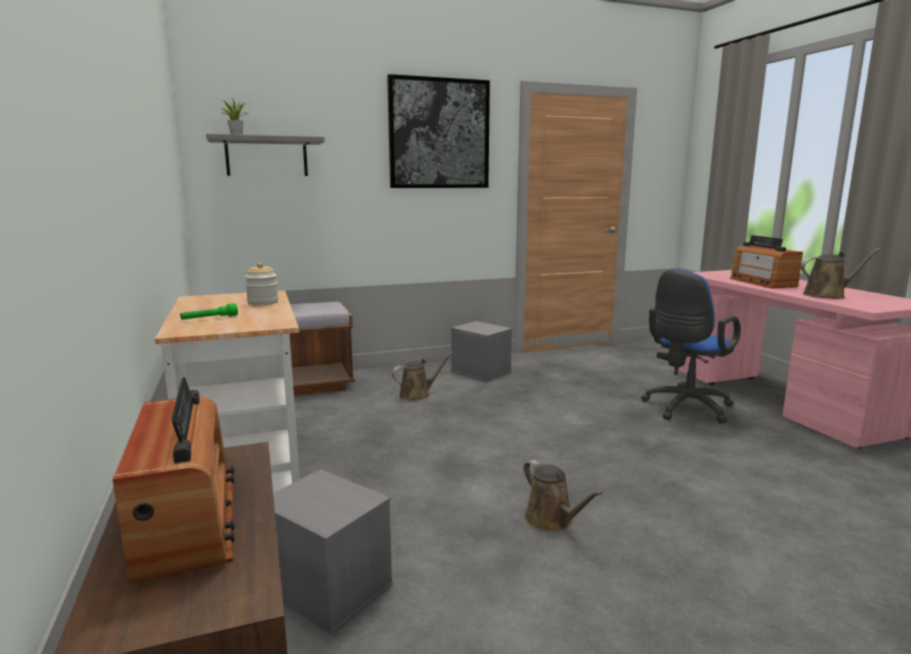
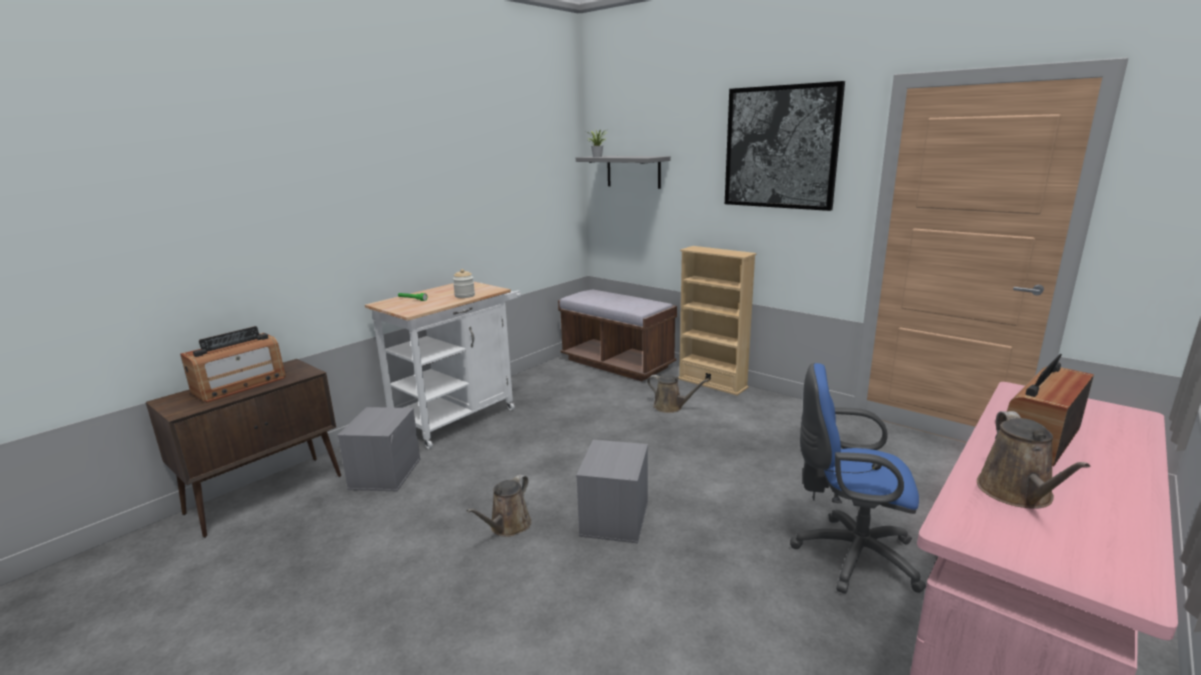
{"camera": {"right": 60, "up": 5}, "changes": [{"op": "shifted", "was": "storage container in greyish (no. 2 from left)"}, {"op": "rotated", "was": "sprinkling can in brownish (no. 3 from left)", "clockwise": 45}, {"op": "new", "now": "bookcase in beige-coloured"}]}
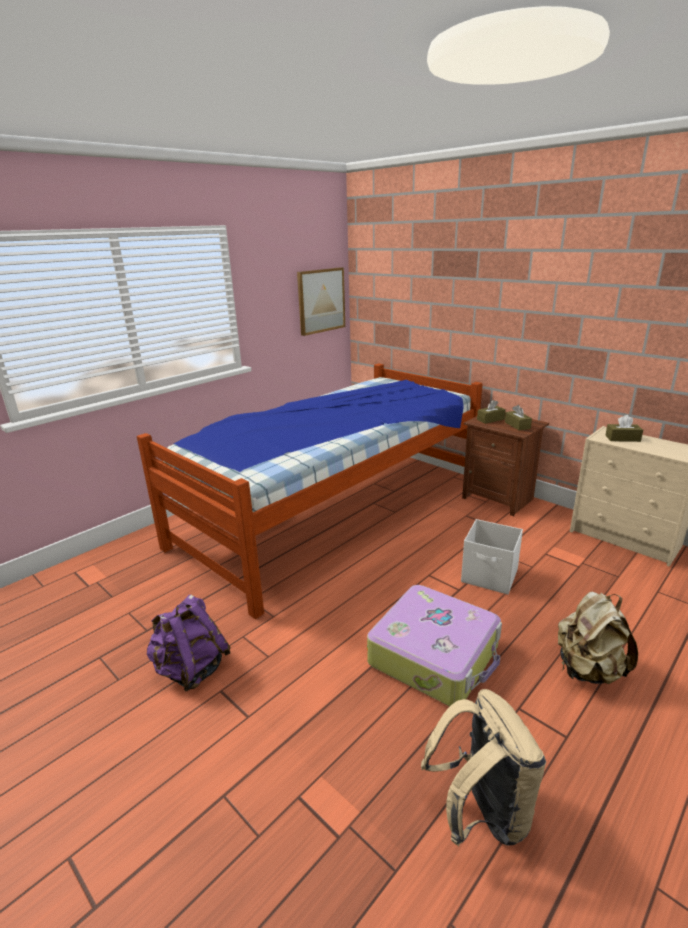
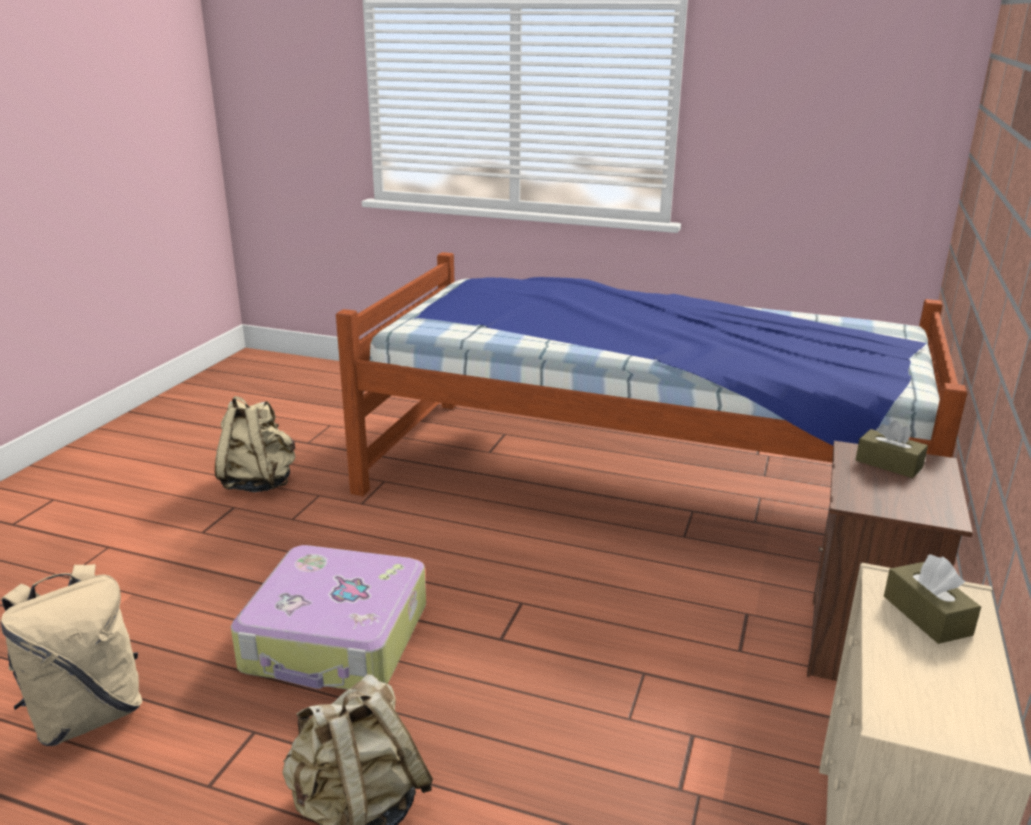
{"camera": {"right": 65, "up": 0}, "changes": [{"op": "repainted", "was": "rucksack in purple-coloured", "now": "rucksack in beige-coloured (no. 2 from left)"}, {"op": "gone", "was": "picture"}, {"op": "gone", "was": "storage container in whitish"}, {"op": "gone", "was": "box of tissues in brownish (no. 2 from left)"}]}
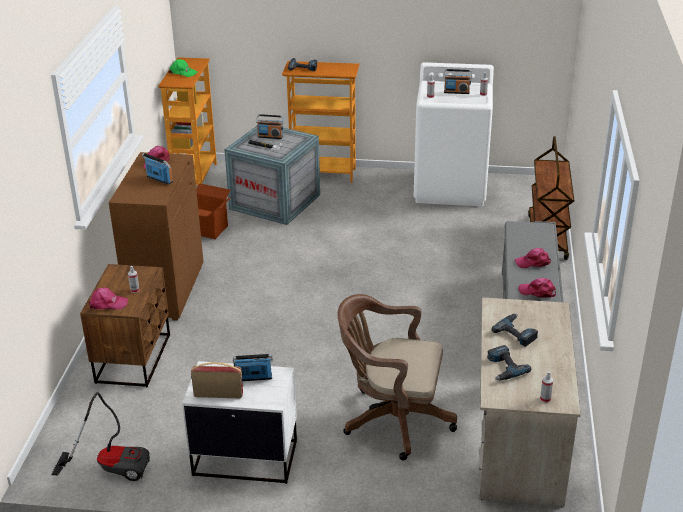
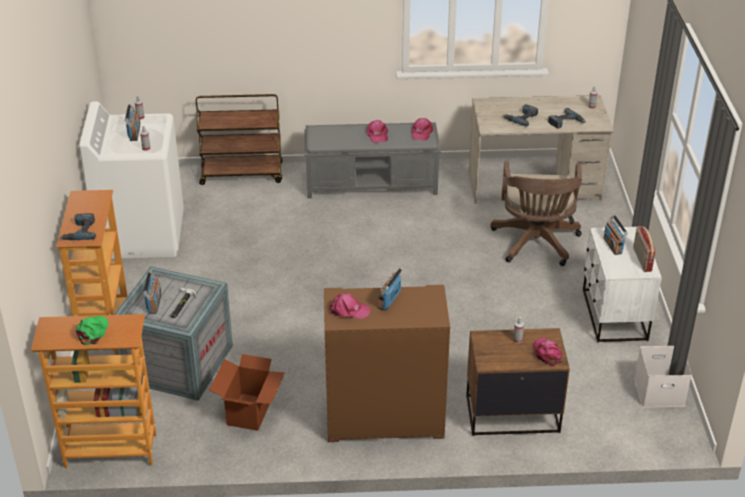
{"camera": {"right": -100, "up": 5}, "changes": [{"op": "swapped", "was": "vacuum", "now": "storage container in whitish"}]}
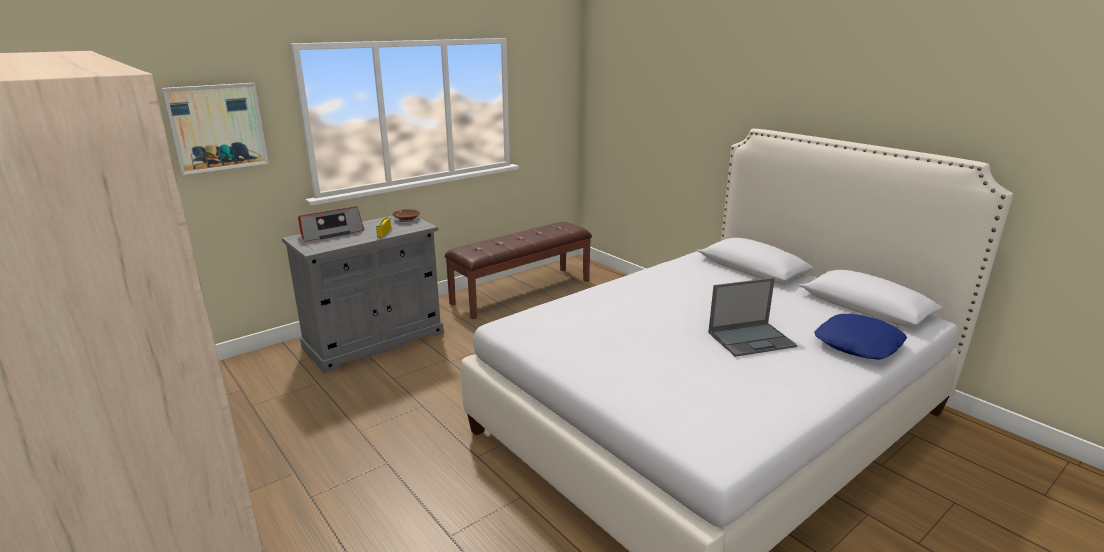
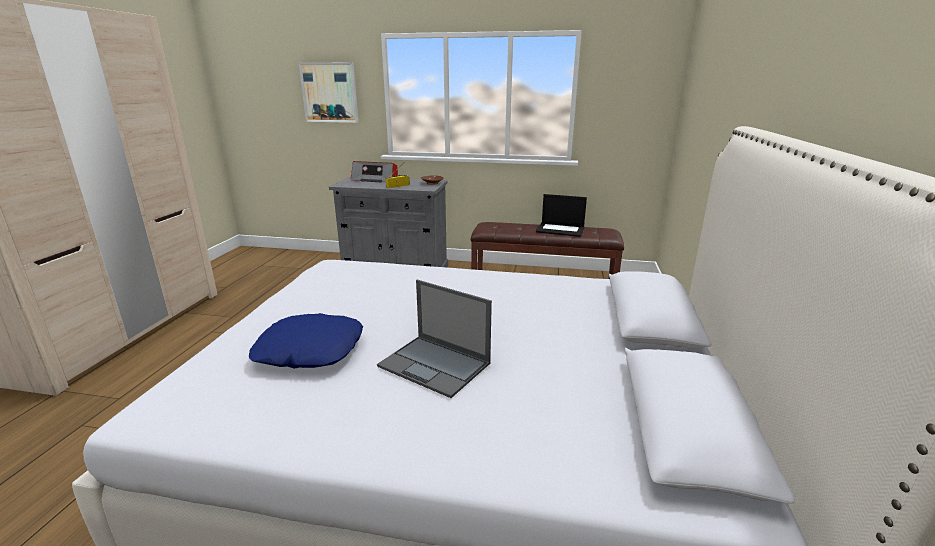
{"camera": {"right": 50, "up": 0}, "changes": [{"op": "shifted", "was": "throw pillow in blue"}, {"op": "new", "now": "laptop (no. 2 from left)"}]}
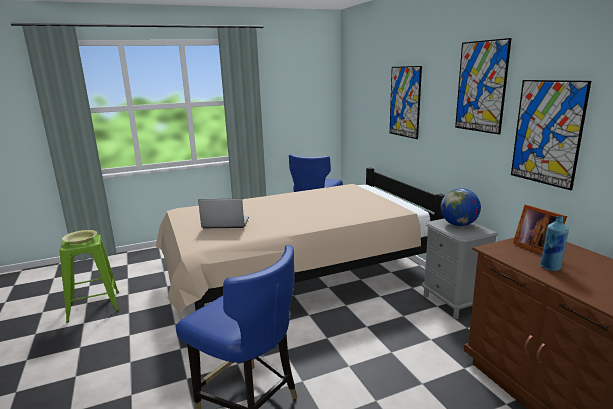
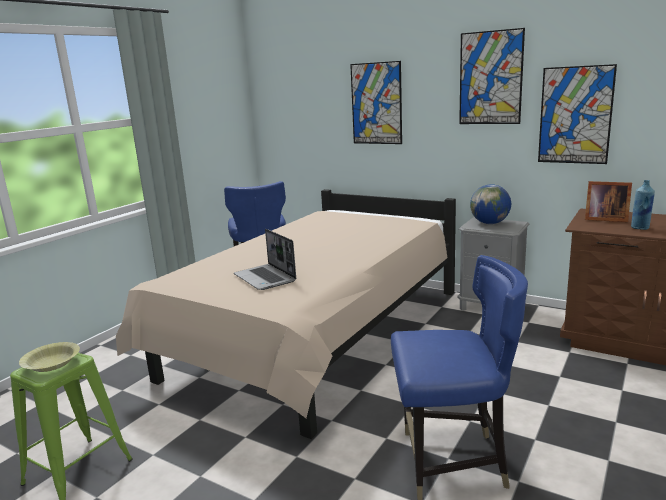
{"camera": {"right": -35, "up": 0}, "changes": [{"op": "rotated", "was": "laptop", "clockwise": -90}]}
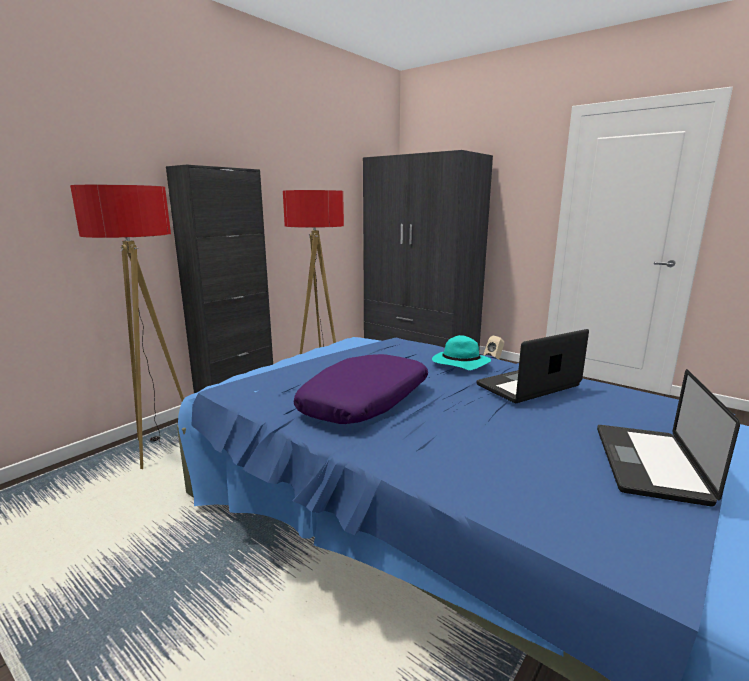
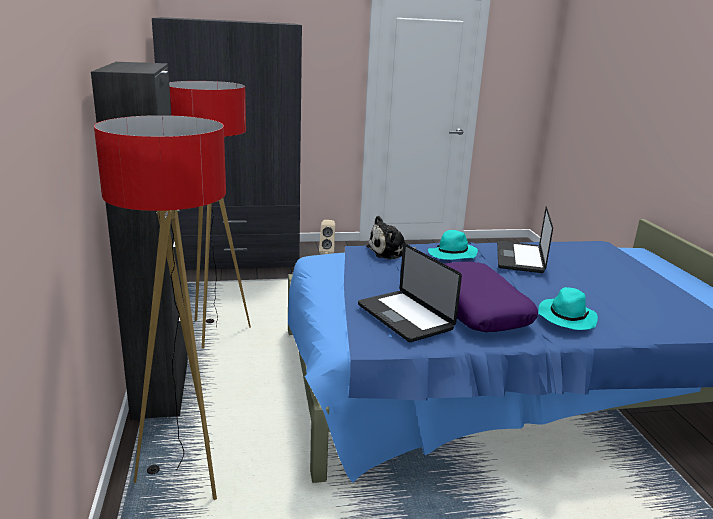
{"camera": {"right": -50, "up": 5}, "changes": [{"op": "shifted", "was": "laptop (no. 2 from left in the first image)", "now": "laptop (no. 1 from left)"}, {"op": "new", "now": "plush toy"}, {"op": "new", "now": "wearable hat in turquoise-coloured (no. 2 from left)"}]}
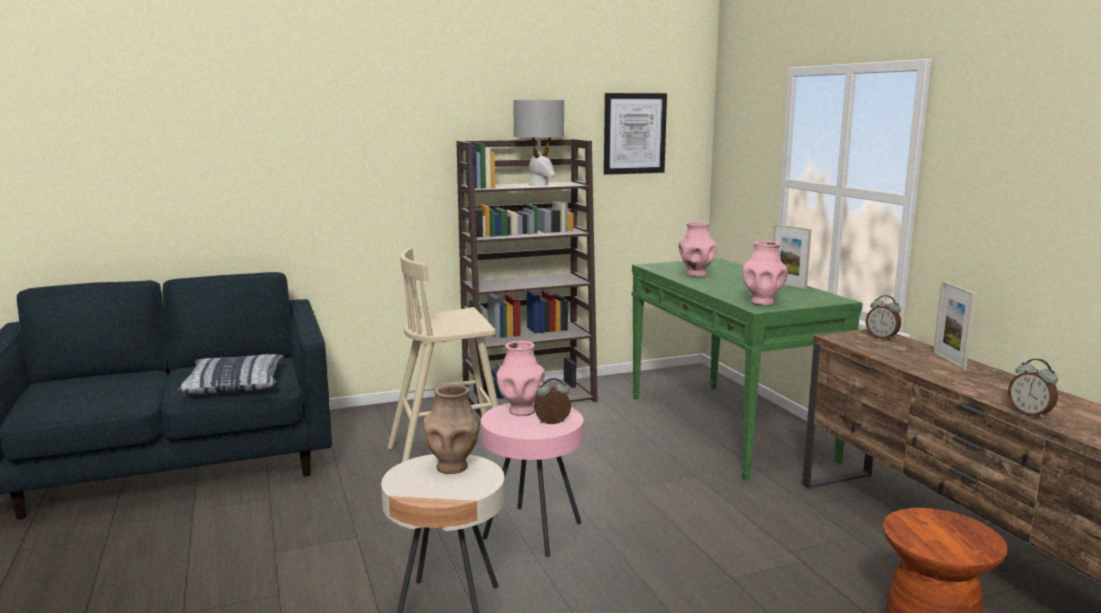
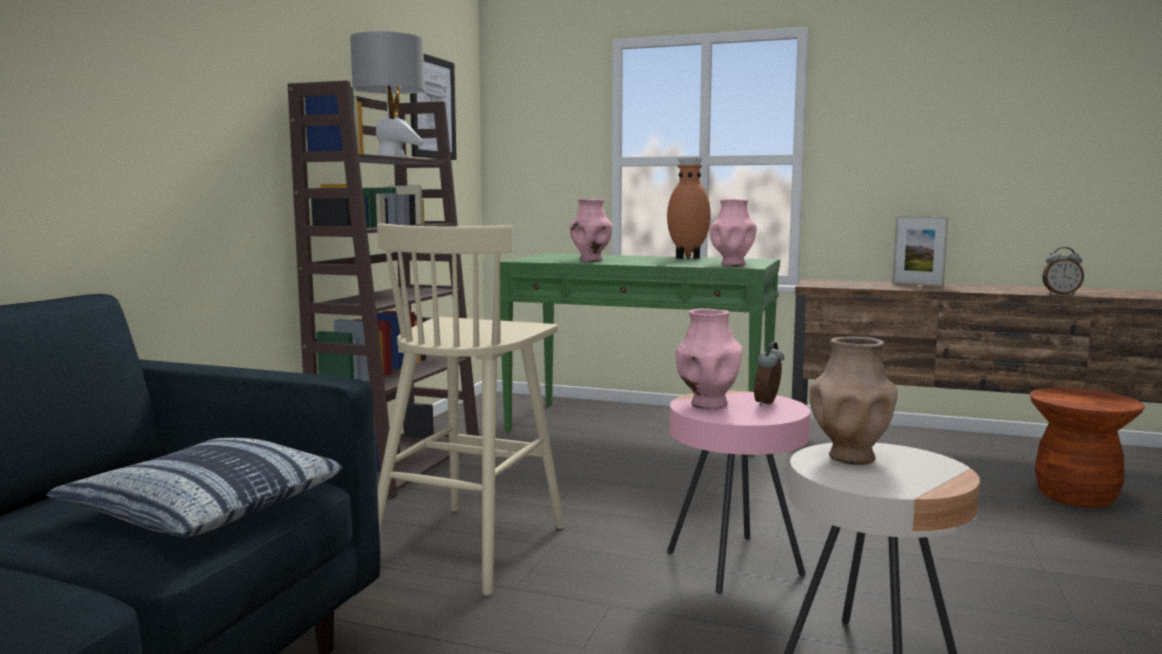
{"camera": {"right": -50, "up": -5}, "changes": [{"op": "swapped", "was": "photo frame (no. 1 from left)", "now": "flower vase in brownish (no. 1 from left)"}, {"op": "gone", "was": "bedside clock (no. 2 from left)"}]}
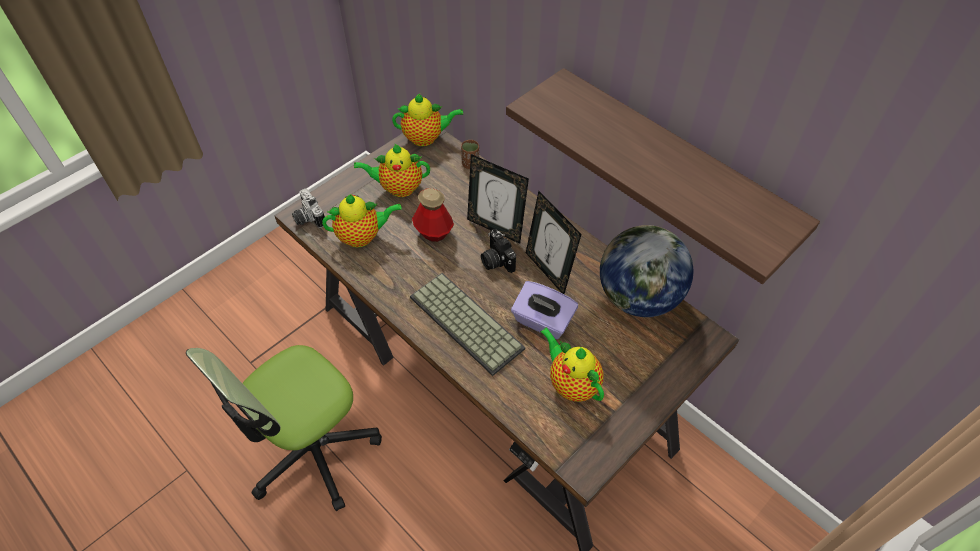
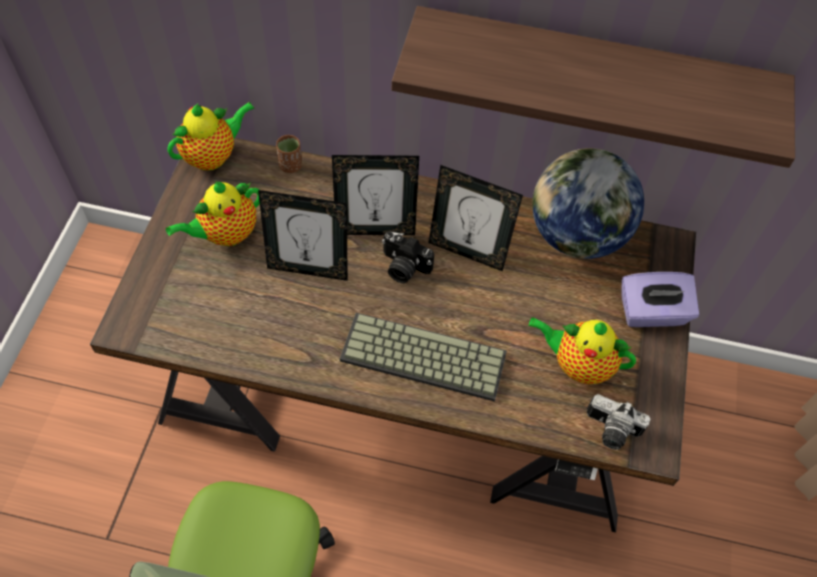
{"camera": {"right": -35, "up": 5}, "changes": [{"op": "shifted", "was": "photo camera (no. 1 from left in the first image)", "now": "photo camera (no. 2 from left)"}, {"op": "gone", "was": "tea pot (no. 1 from left)"}, {"op": "swapped", "was": "drink bottle", "now": "photo frame (no. 1 from left)"}, {"op": "shifted", "was": "box of tissues in purple-coloured"}]}
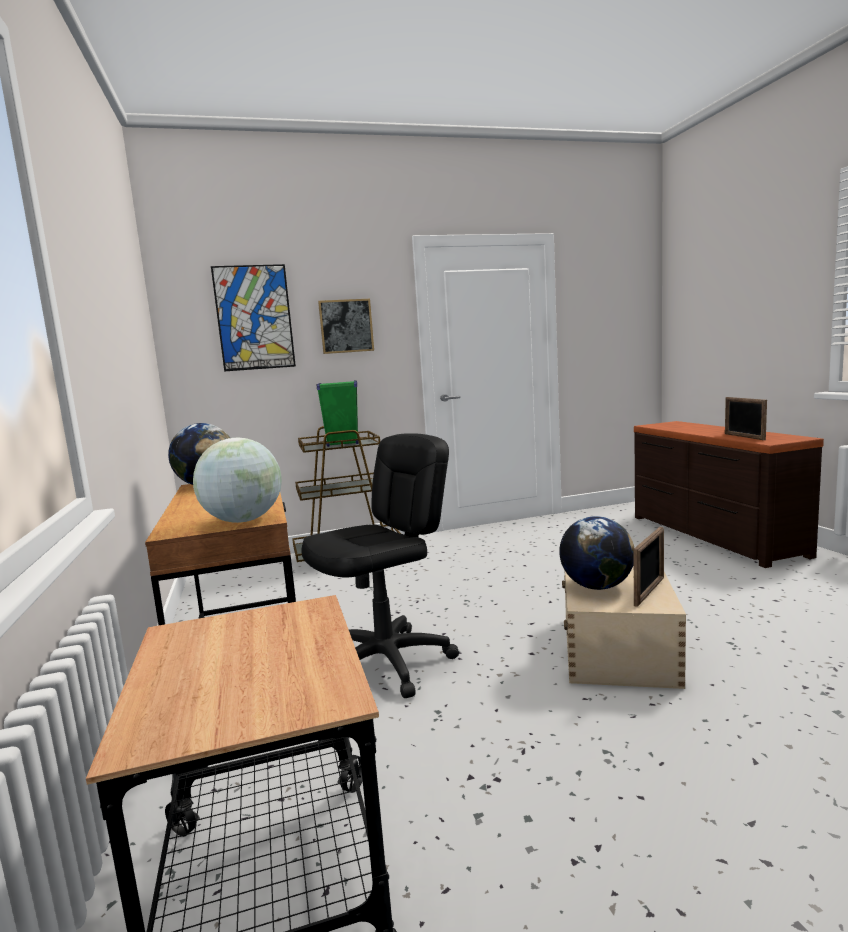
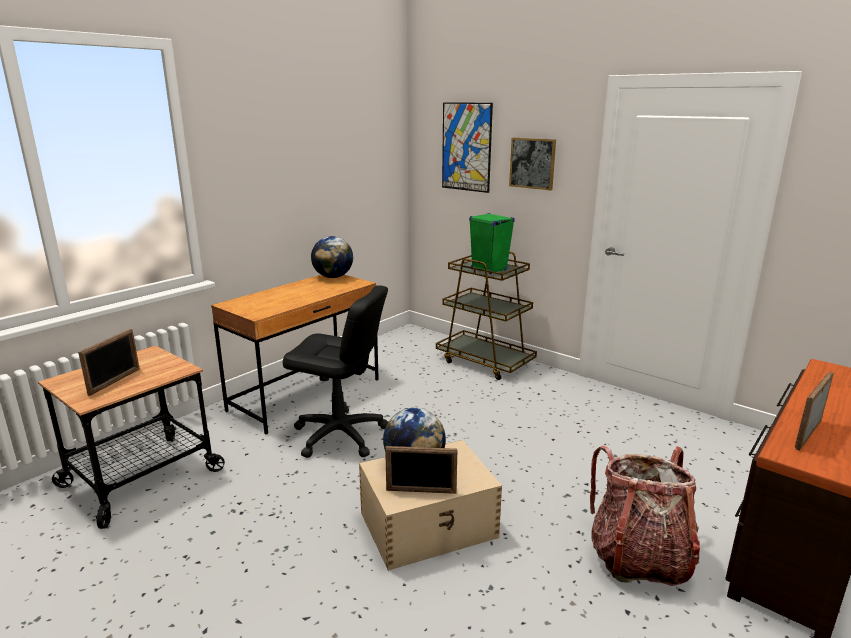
{"camera": {"right": 55, "up": 10}, "changes": [{"op": "gone", "was": "world globe (no. 2 from left)"}, {"op": "new", "now": "photo frame (no. 1 from left)"}, {"op": "new", "now": "rucksack"}]}
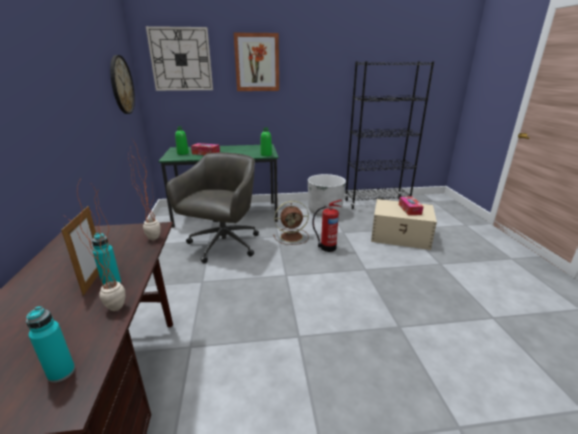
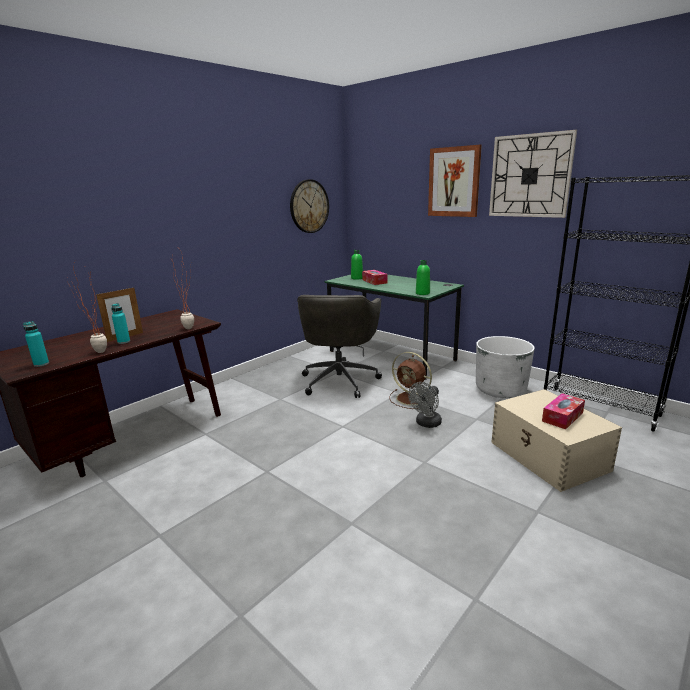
{"camera": {"right": 50, "up": -5}, "changes": [{"op": "shifted", "was": "hanging clock (no. 2 from left)"}, {"op": "rotated", "was": "office chair in greyish", "clockwise": 120}, {"op": "swapped", "was": "fire extinguisher", "now": "cooling fan in greyish"}]}
